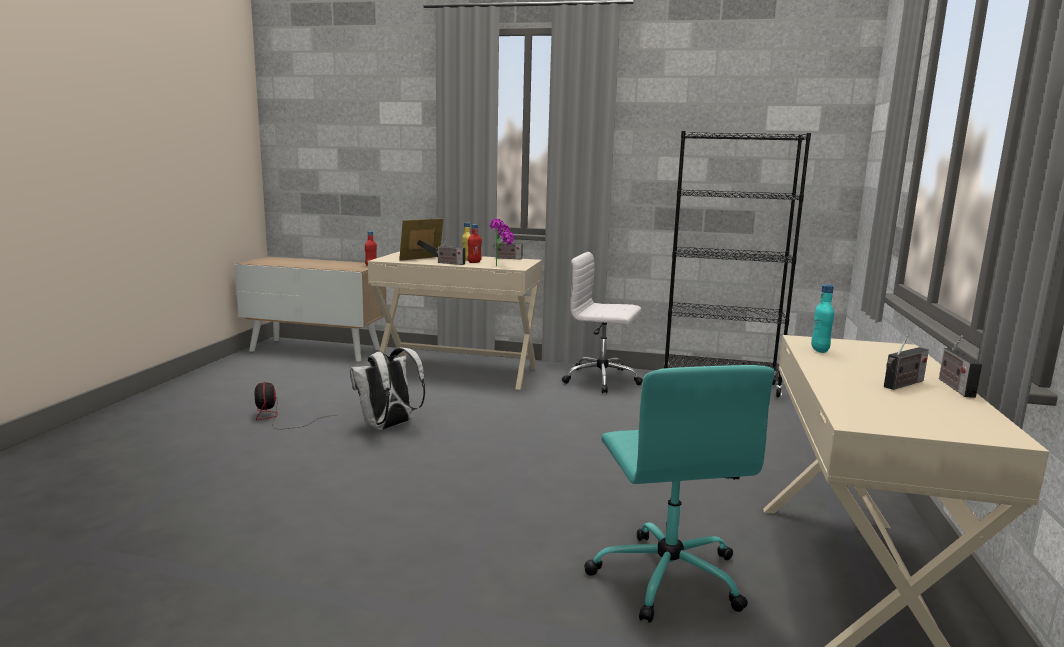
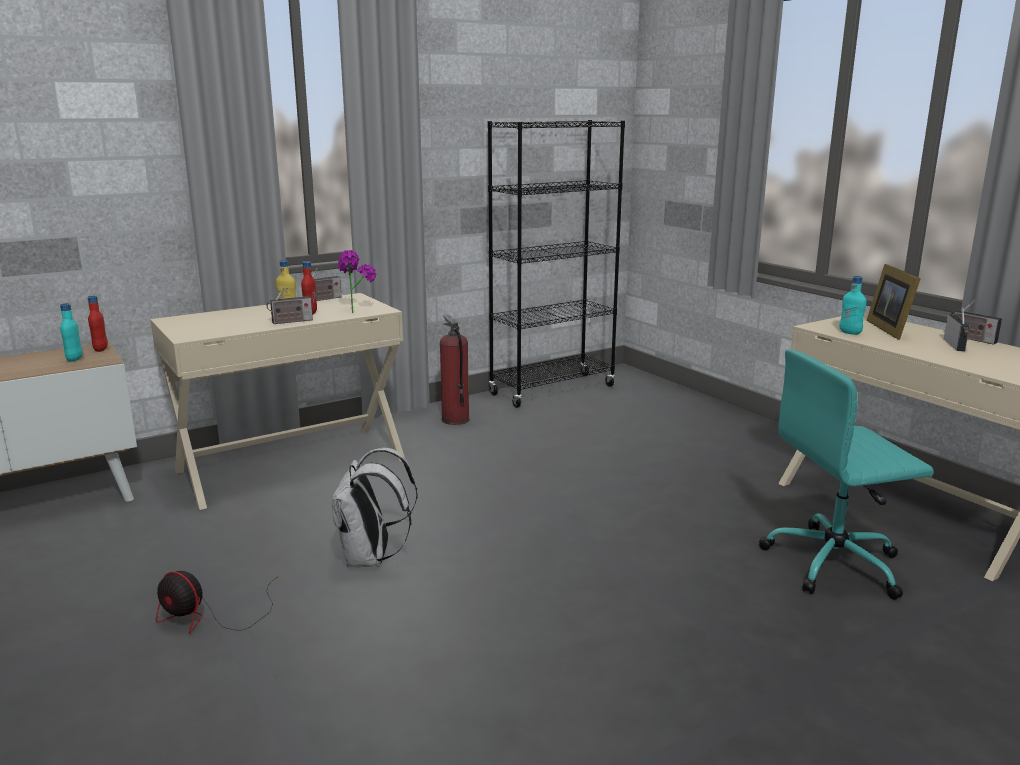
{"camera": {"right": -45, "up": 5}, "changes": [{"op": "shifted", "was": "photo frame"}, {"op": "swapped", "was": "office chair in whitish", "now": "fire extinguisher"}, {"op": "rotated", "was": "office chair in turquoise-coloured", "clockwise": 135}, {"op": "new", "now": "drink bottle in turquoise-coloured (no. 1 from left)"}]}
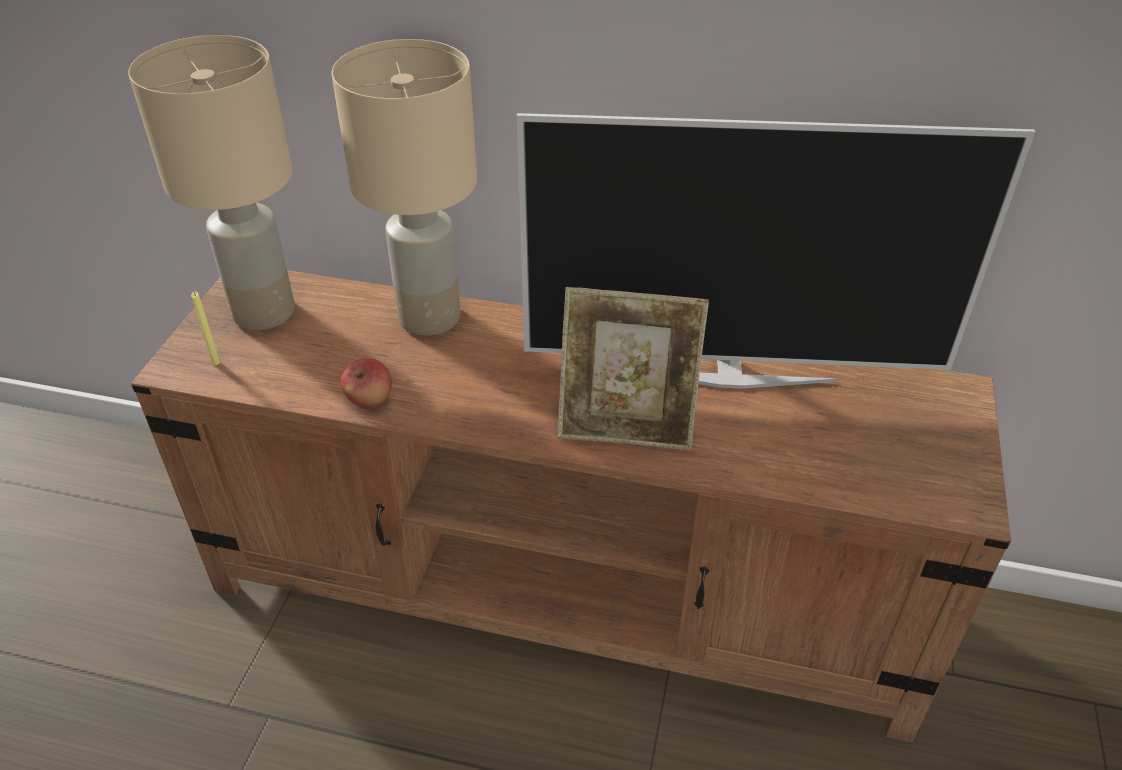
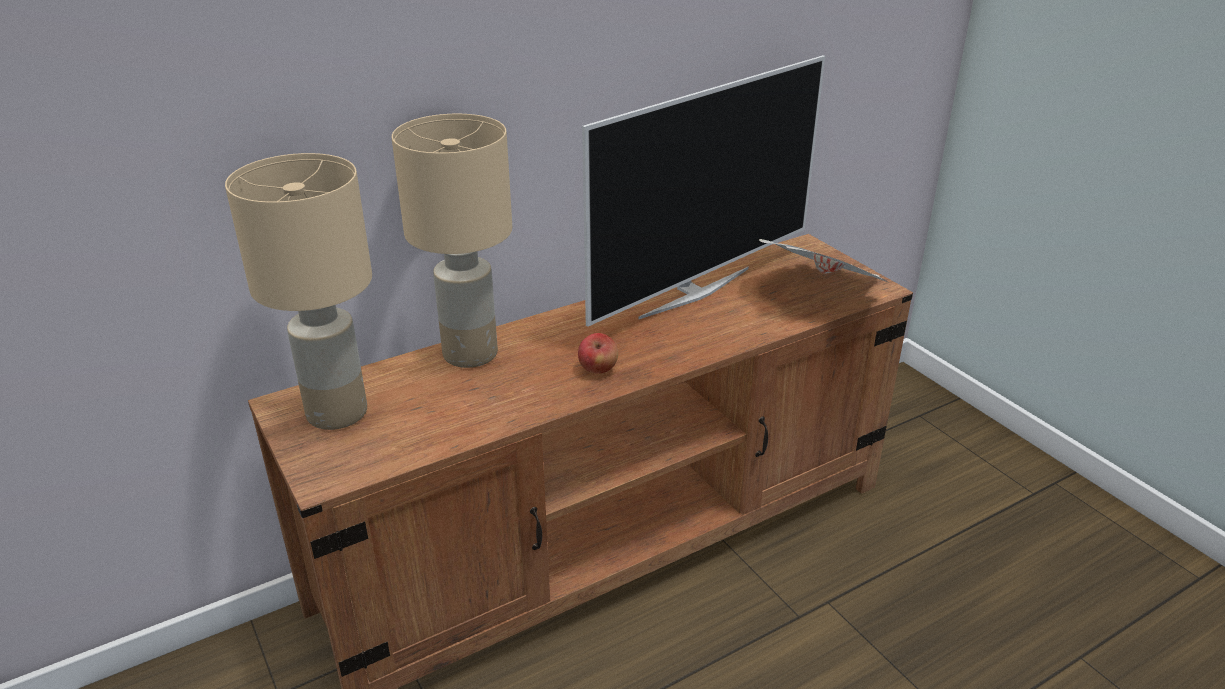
{"camera": {"right": -45, "up": -10}, "changes": [{"op": "gone", "was": "candle in yellowish"}, {"op": "shifted", "was": "whole apple"}, {"op": "gone", "was": "photo frame"}, {"op": "new", "now": "printed paper"}]}
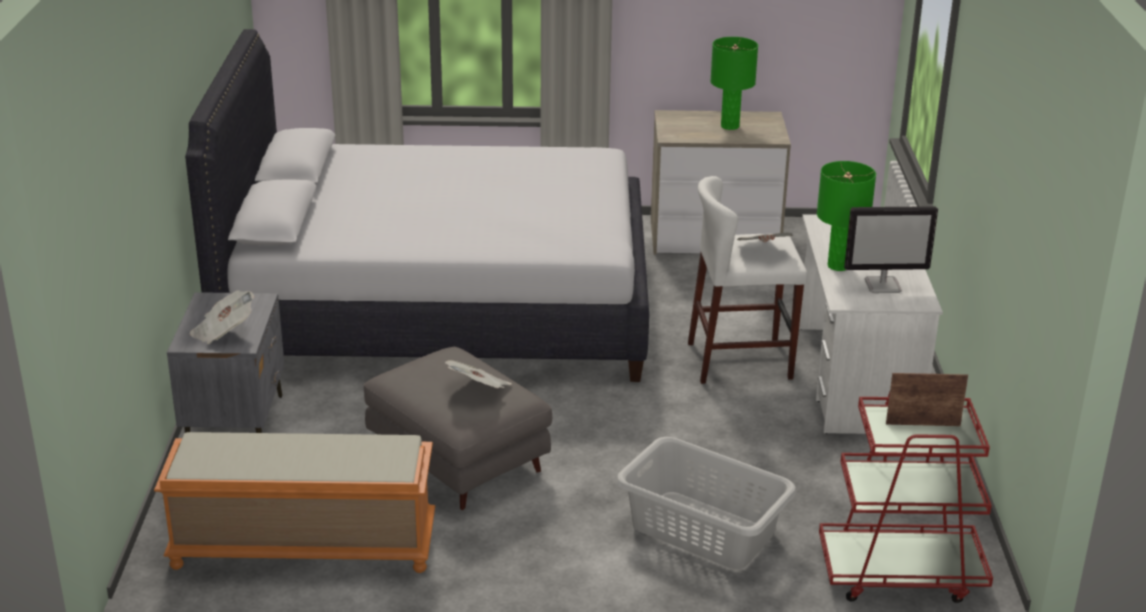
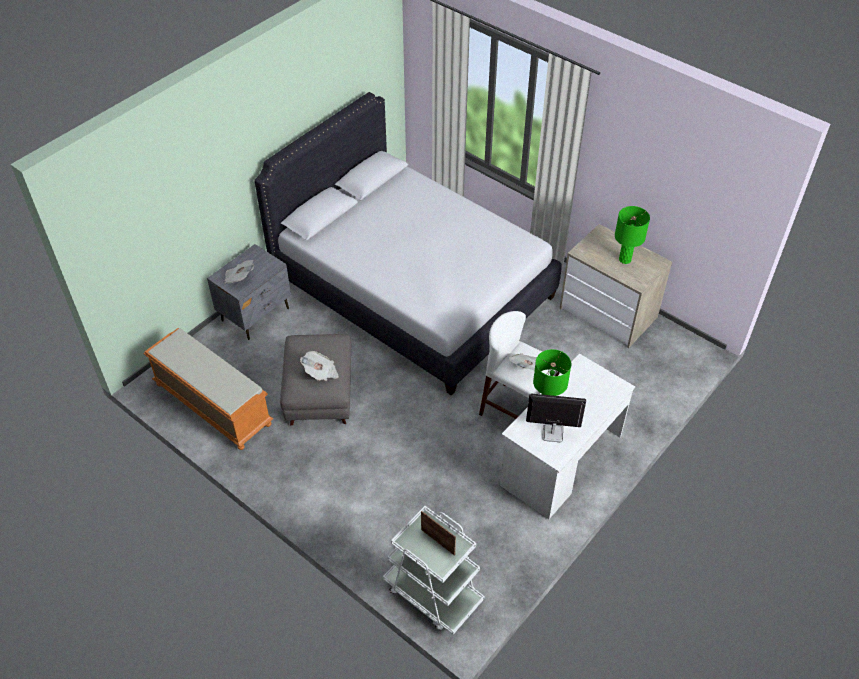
{"camera": {"right": 40, "up": 20}, "changes": [{"op": "gone", "was": "hamper in greyish"}, {"op": "repainted", "was": "cart in red-coloured", "now": "cart in whitish"}, {"op": "rotated", "was": "monitor", "clockwise": 150}]}
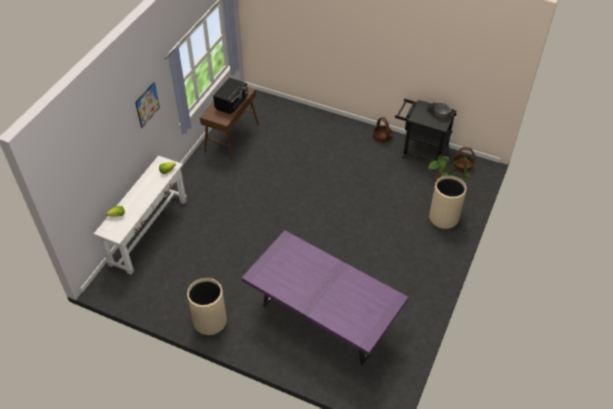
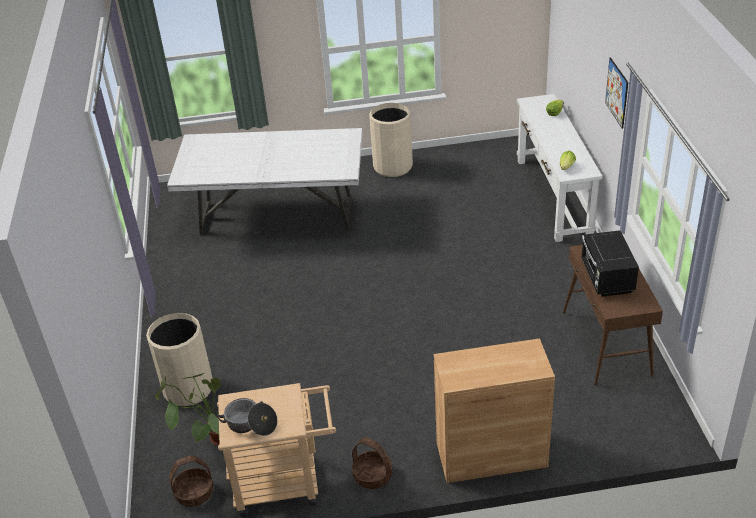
{"camera": {"right": 150, "up": -10}, "changes": [{"op": "repainted", "was": "kitchen table in purple-coloured", "now": "kitchen table in whitish"}, {"op": "repainted", "was": "cart in black-coloured", "now": "cart in beige-coloured"}, {"op": "new", "now": "storage cabinet in brownish"}]}
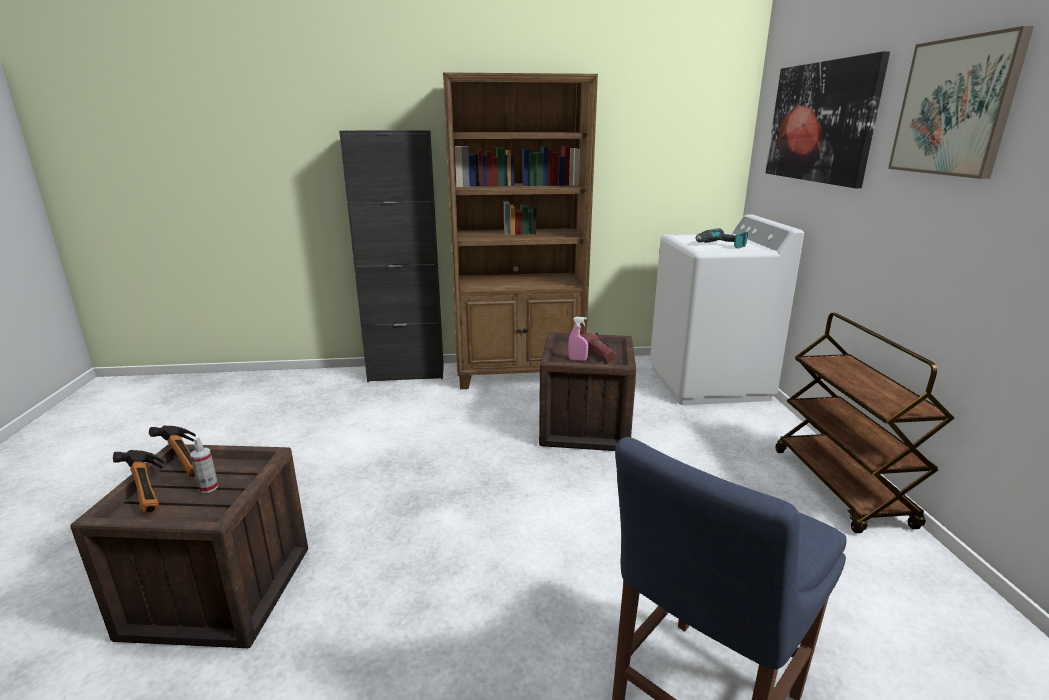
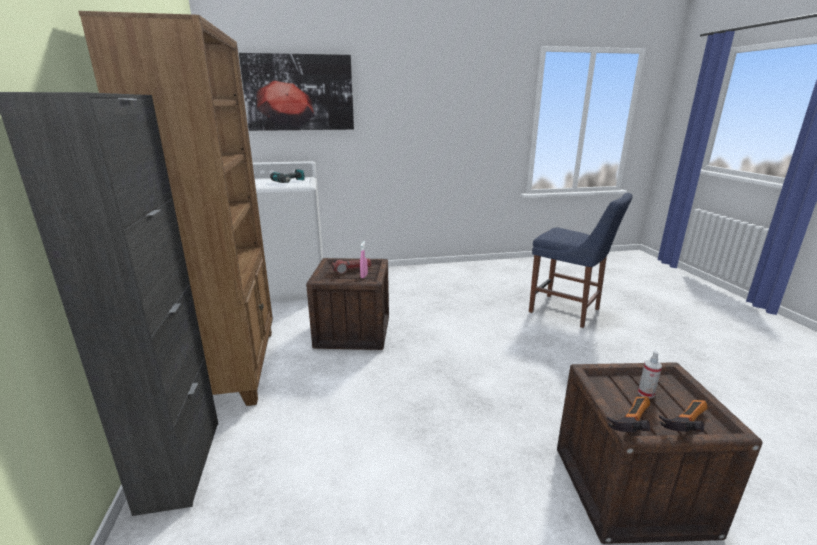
{"camera": {"right": -95, "up": 0}, "changes": [{"op": "gone", "was": "cart in brownish"}, {"op": "gone", "was": "picture (no. 2 from left)"}]}
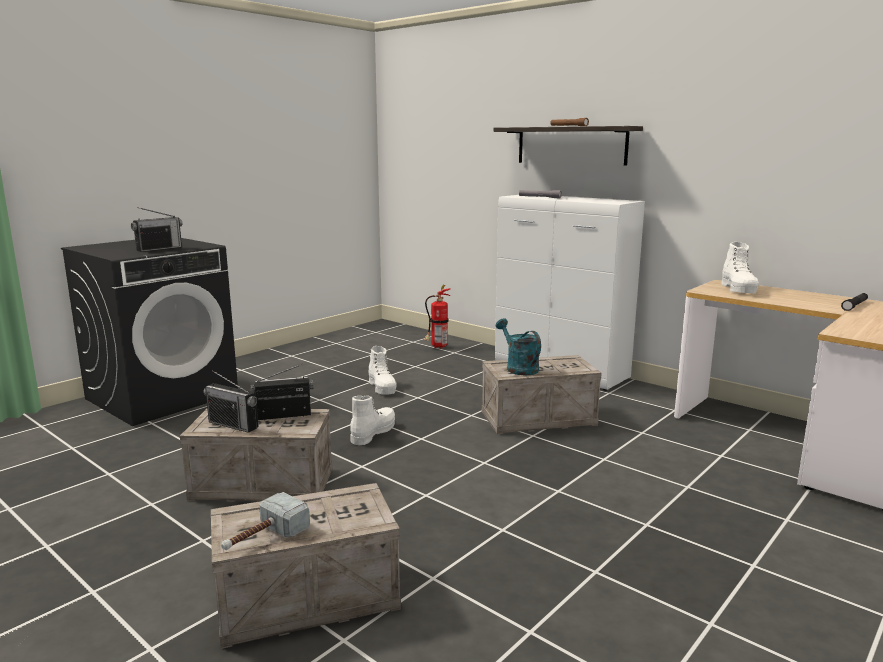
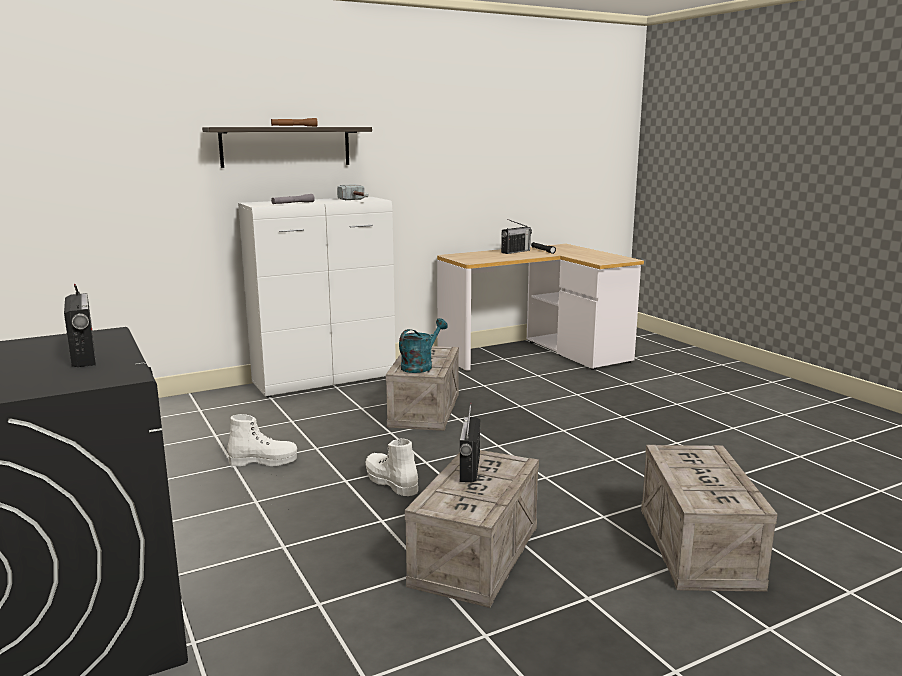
{"camera": {"right": -70, "up": 0}, "changes": [{"op": "shifted", "was": "radio receiver (no. 2 from left in the first image)", "now": "radio receiver (no. 3 from left)"}, {"op": "shifted", "was": "tool hammer"}, {"op": "gone", "was": "fire extinguisher"}, {"op": "rotated", "was": "sprinkling can in turquoise-coloured", "clockwise": 135}, {"op": "gone", "was": "boot in whitish (no. 3 from left)"}]}
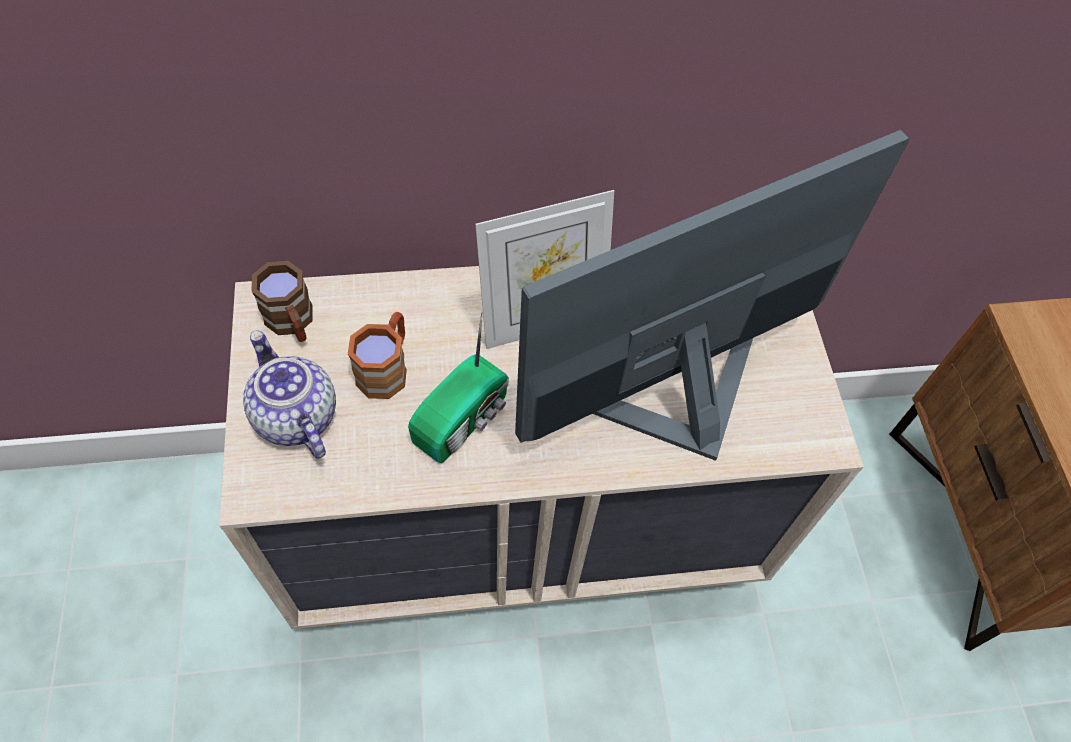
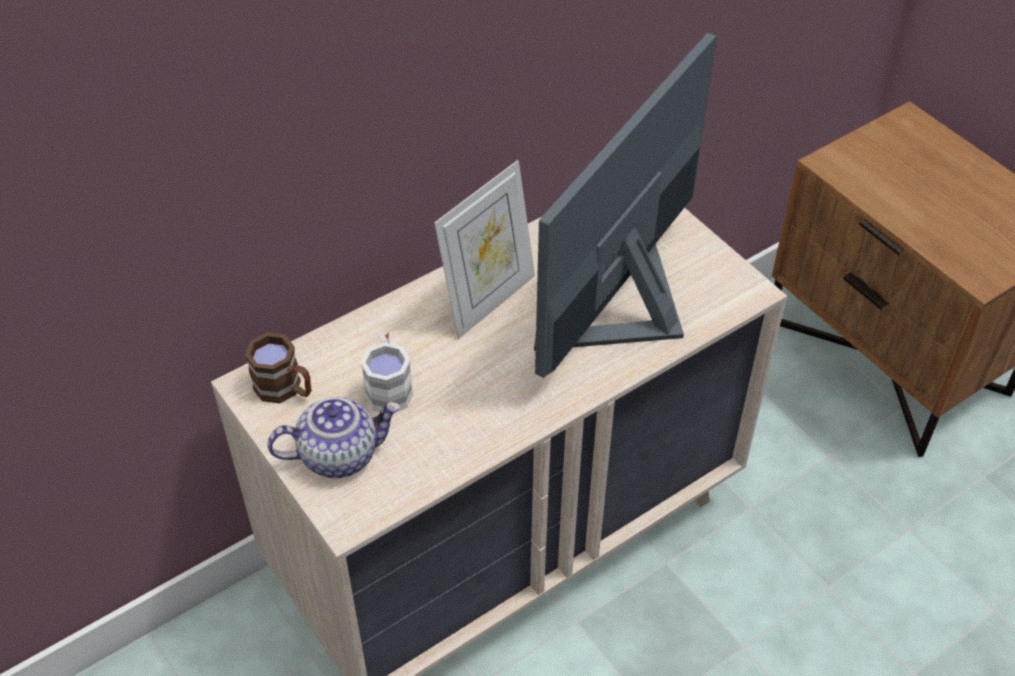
{"camera": {"right": -25, "up": -10}, "changes": [{"op": "rotated", "was": "tea pot", "clockwise": 135}, {"op": "repainted", "was": "mug in brownish (no. 2 from left)", "now": "mug in whitish"}, {"op": "gone", "was": "radio receiver"}]}
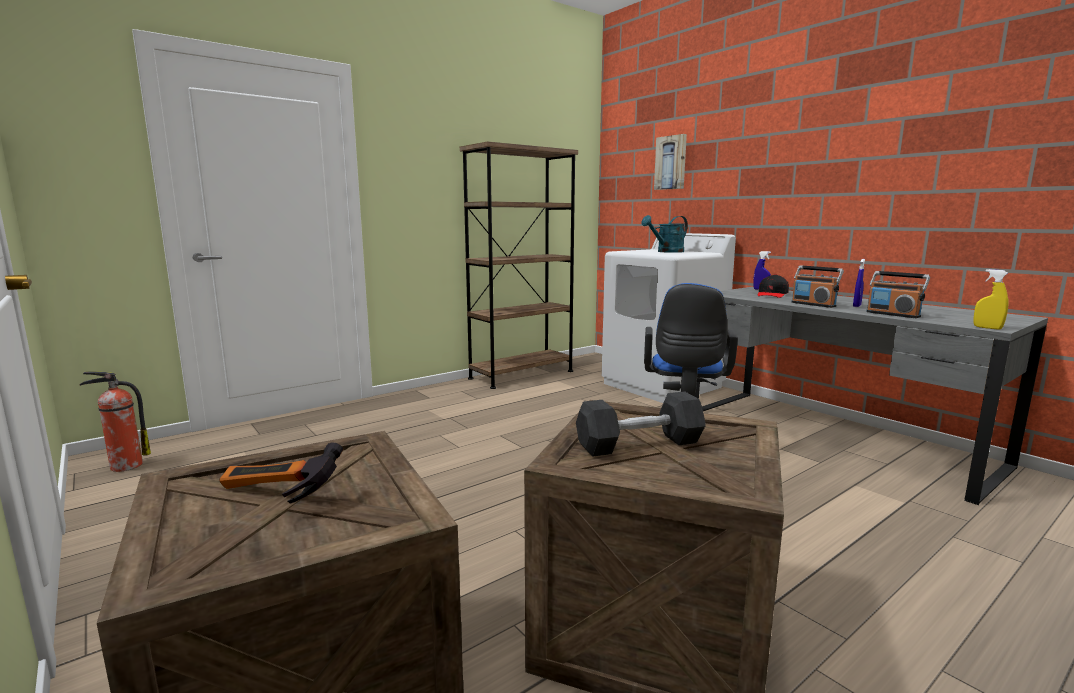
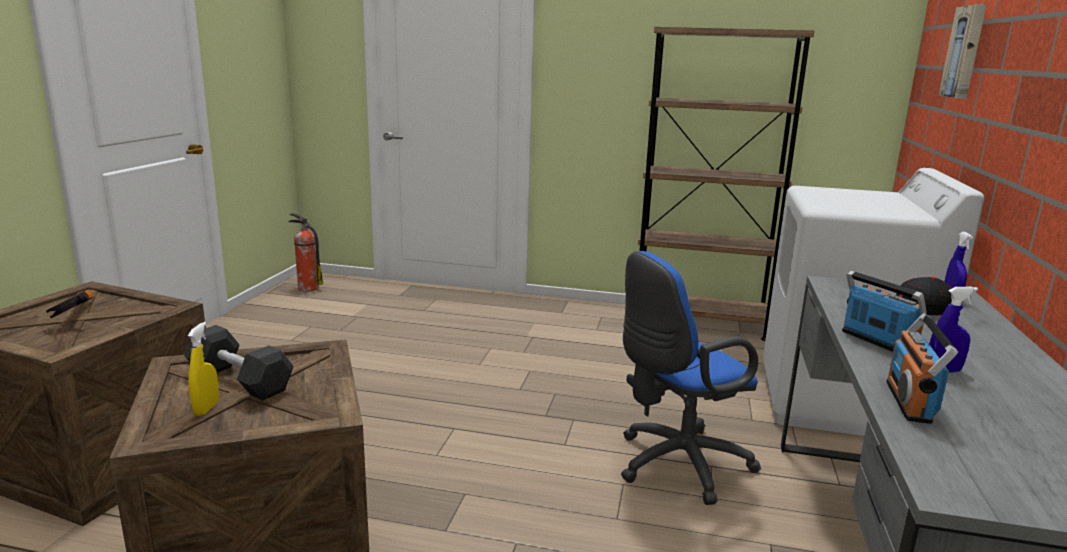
{"camera": {"right": 50, "up": 5}, "changes": [{"op": "gone", "was": "sprinkling can in turquoise-coloured"}, {"op": "rotated", "was": "radio receiver (no. 1 from left)", "clockwise": 135}, {"op": "shifted", "was": "spray bottle in yellowish"}]}
